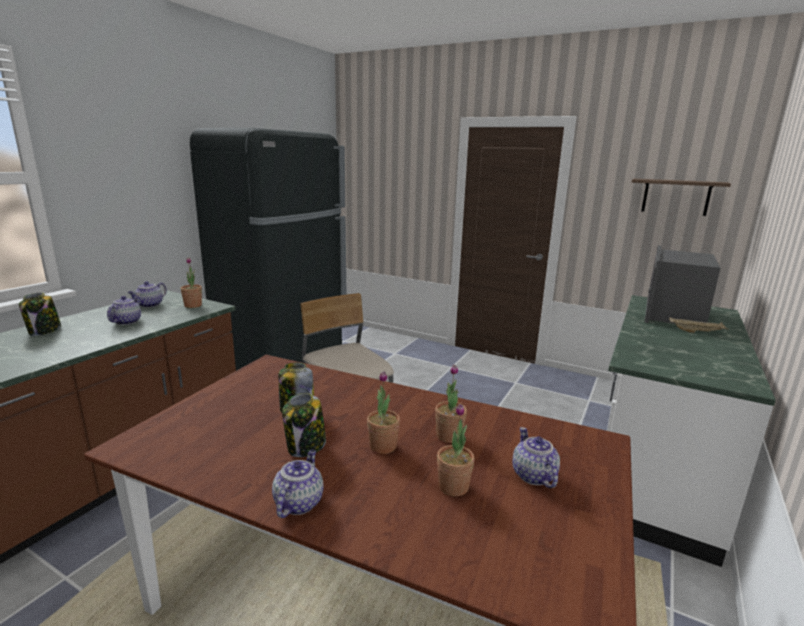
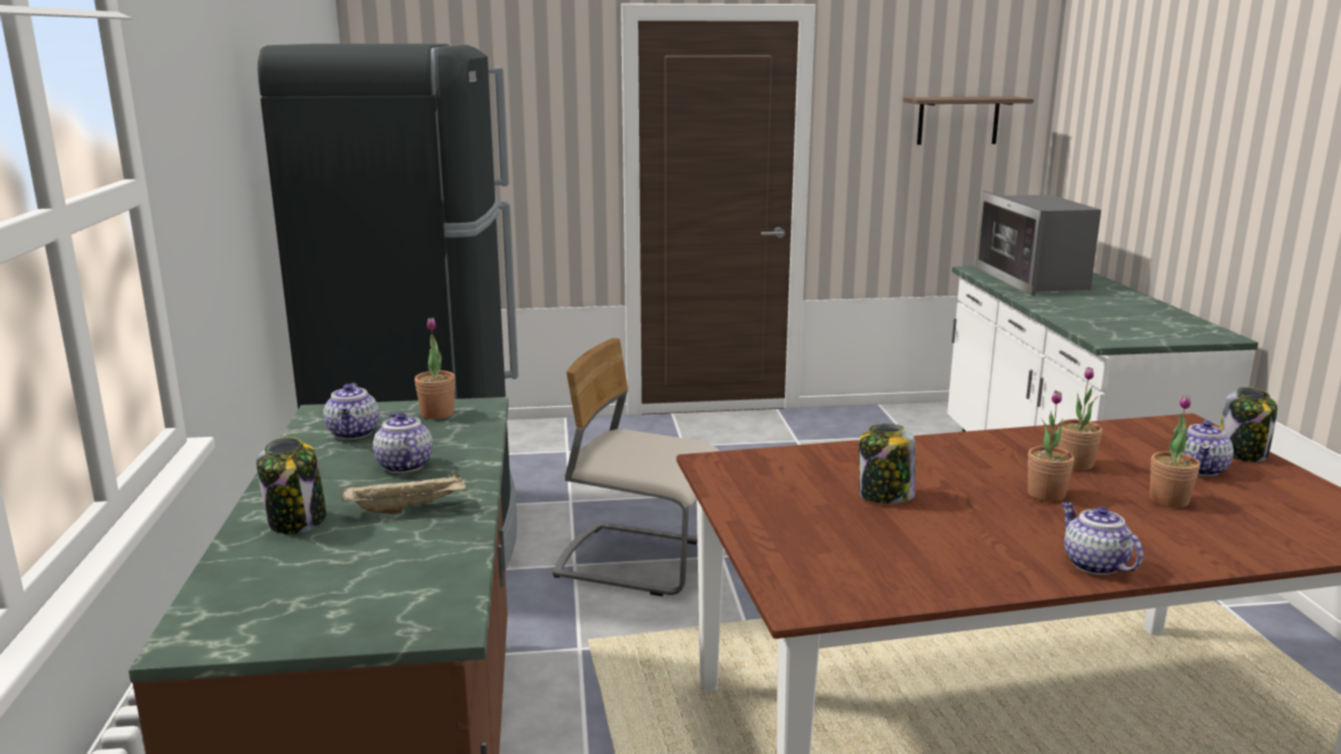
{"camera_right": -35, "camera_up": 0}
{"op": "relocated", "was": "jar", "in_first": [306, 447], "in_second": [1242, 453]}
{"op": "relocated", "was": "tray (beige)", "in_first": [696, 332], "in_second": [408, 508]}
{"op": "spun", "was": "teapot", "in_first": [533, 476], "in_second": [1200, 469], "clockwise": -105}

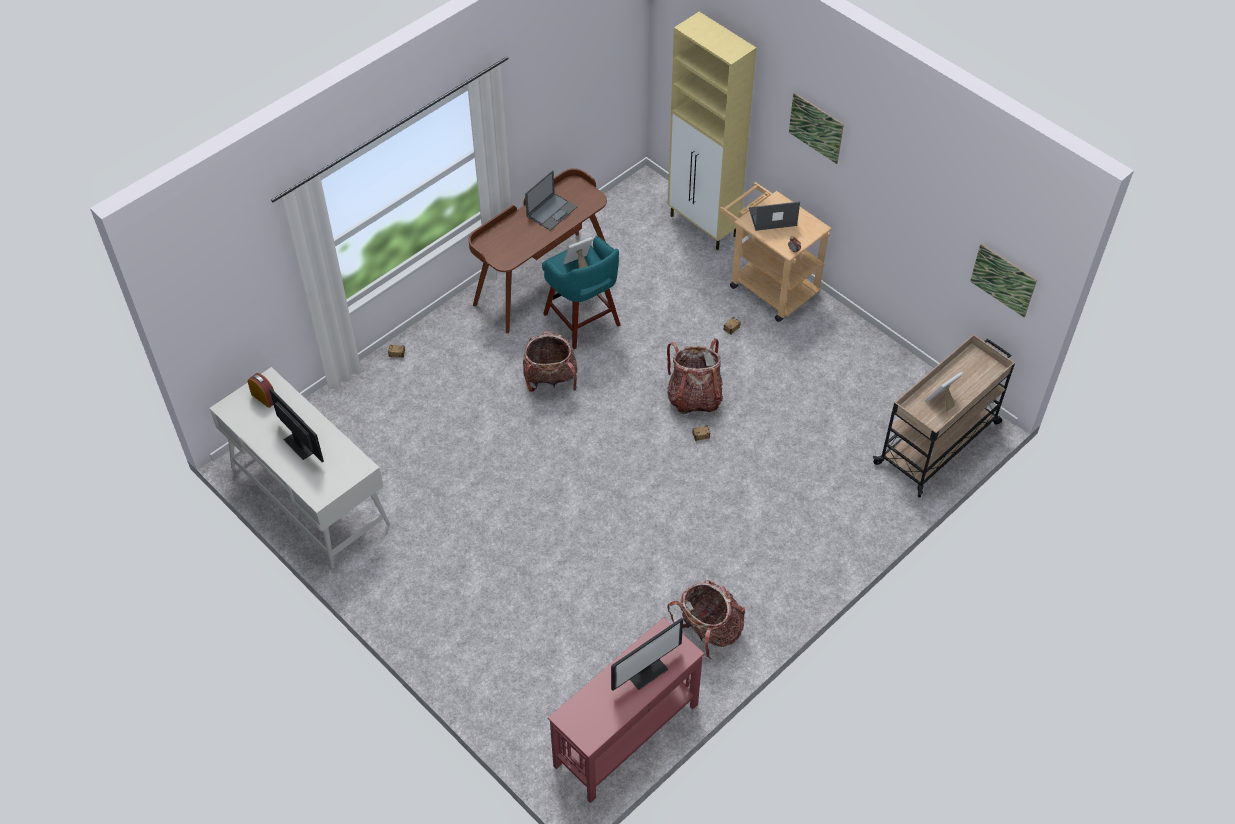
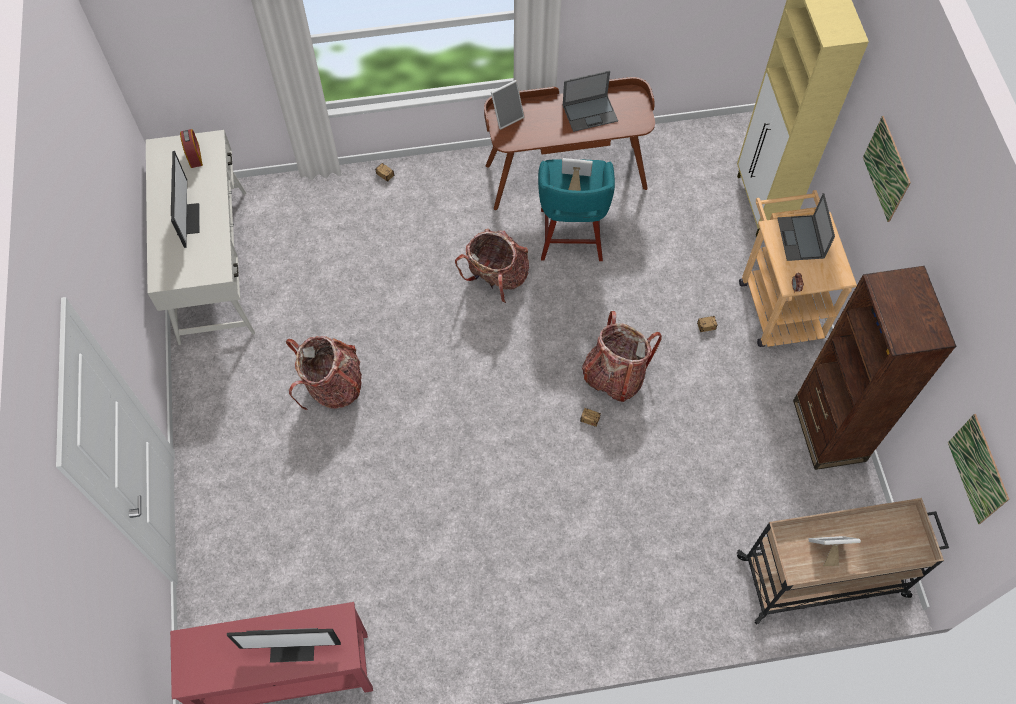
{"camera_right": 35, "camera_up": 10}
{"op": "appeared", "now": "picture frame", "in_second": [507, 116]}
{"op": "appeared", "now": "bookcase (brown)", "in_second": [828, 431]}
{"op": "relocated", "was": "backpack", "in_first": [709, 631], "in_second": [332, 386]}
{"op": "spun", "was": "laptop", "in_first": [772, 217], "in_second": [801, 239], "clockwise": -120}

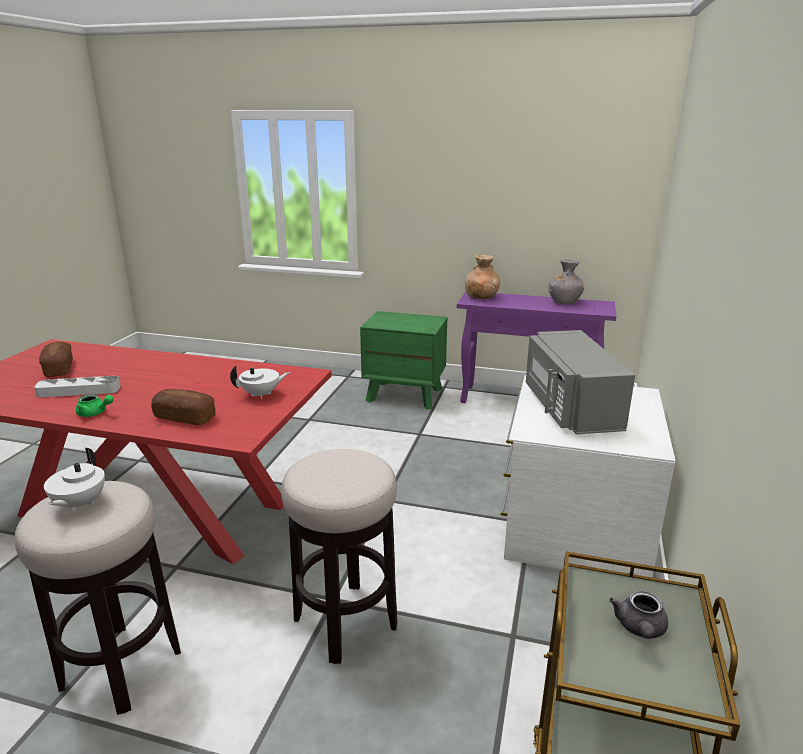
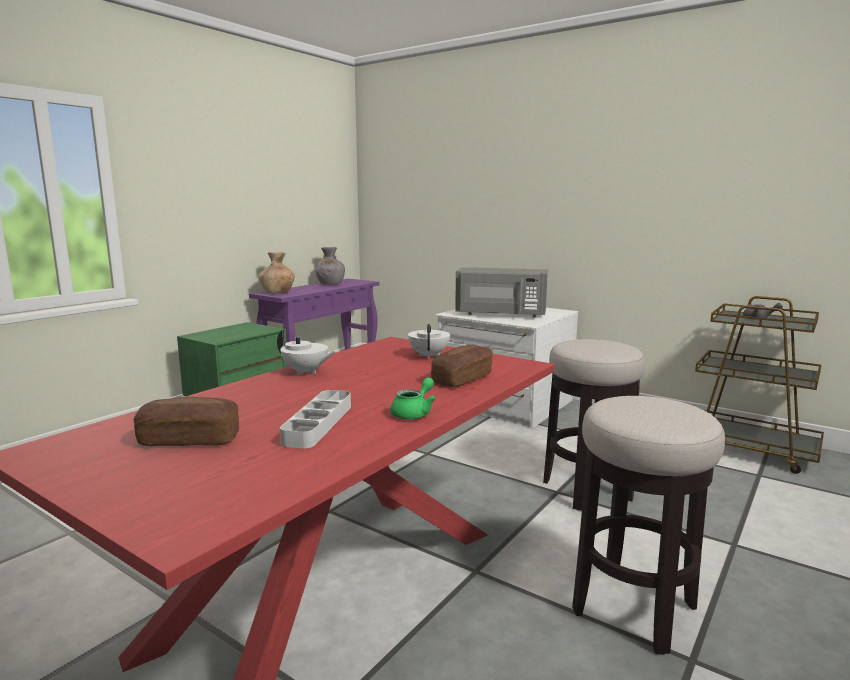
{"camera_right": -70, "camera_up": -10}
{"op": "relocated", "was": "teapot (white)", "in_first": [79, 504], "in_second": [305, 372]}

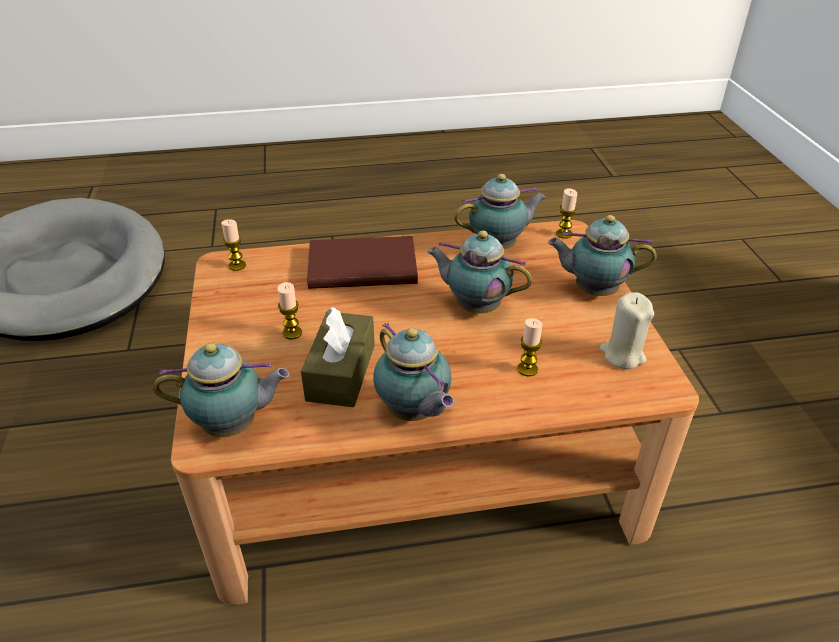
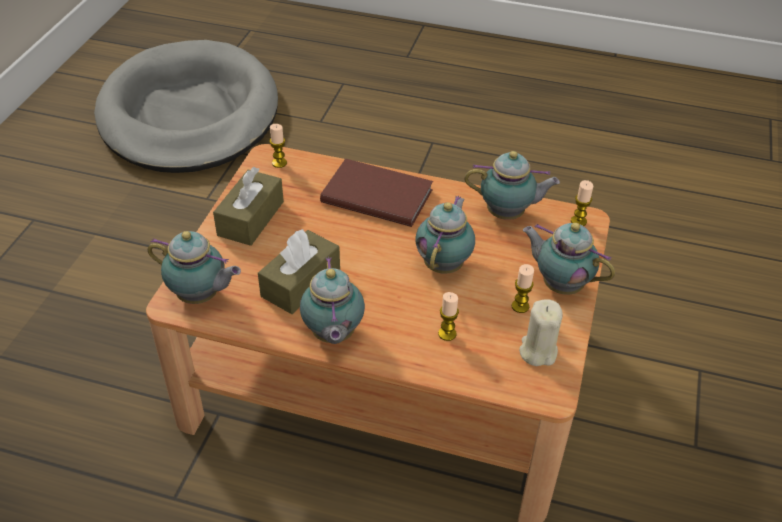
{"camera_right": 25, "camera_up": 5}
{"op": "appeared", "now": "tissue box (brown)", "in_second": [251, 218]}
{"op": "relocated", "was": "candle", "in_first": [292, 333], "in_second": [520, 306]}
{"op": "spun", "was": "teapot", "in_first": [475, 306], "in_second": [444, 264], "clockwise": 60}

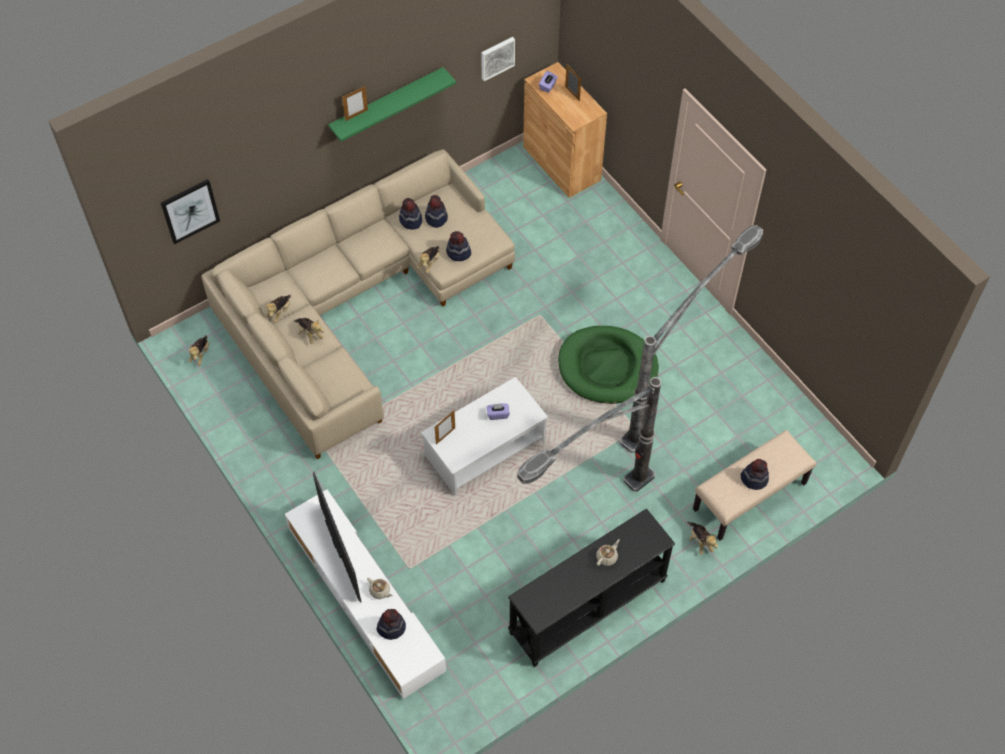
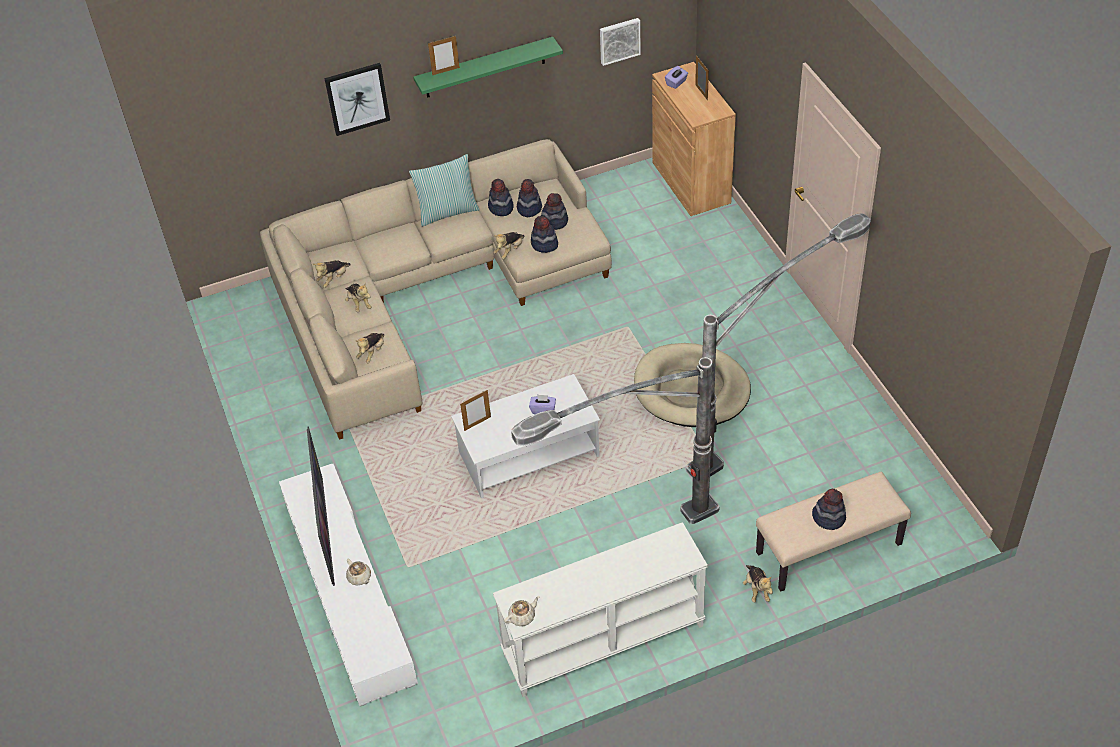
{"camera_right": 15, "camera_up": -10}
{"op": "appeared", "now": "pillow", "in_second": [447, 212]}
{"op": "relocated", "was": "picture", "in_first": [190, 211], "in_second": [357, 98]}
{"op": "relocated", "was": "plush toy", "in_first": [200, 354], "in_second": [372, 353]}
{"op": "relocated", "was": "hat", "in_first": [391, 627], "in_second": [554, 221]}
{"op": "relocated", "was": "teapot (beige)", "in_first": [607, 557], "in_second": [522, 616]}
{"op": "colour", "was": "console table (black)", "now": "console table (white)", "in_first": [588, 608], "in_second": [603, 641]}
{"op": "colour", "was": "dog bed (green)", "now": "dog bed (beige)", "in_first": [607, 367], "in_second": [691, 389]}

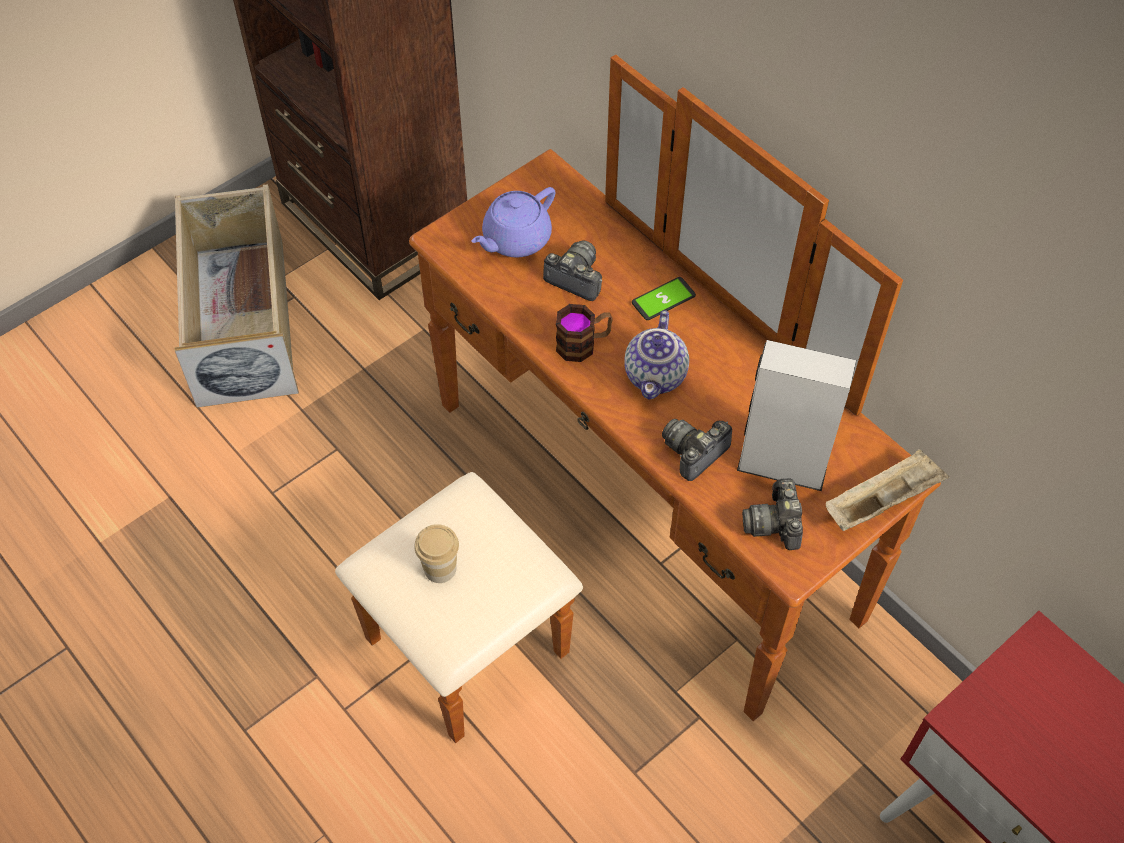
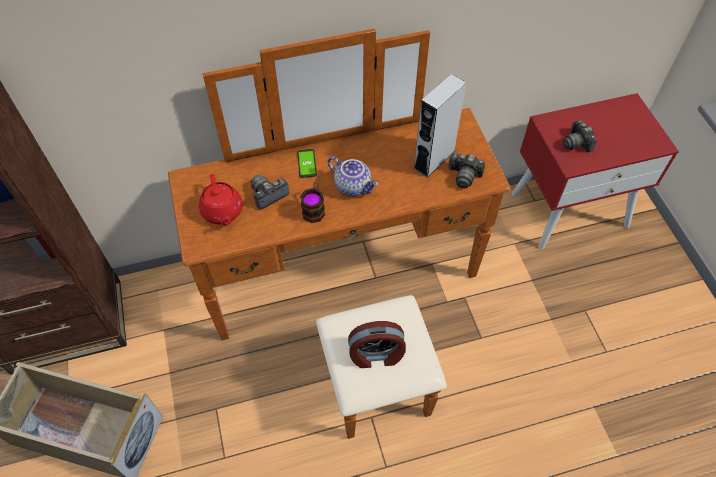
{"camera_right": -65, "camera_up": 0}
{"op": "missing", "was": "tray (beige)", "in_first": [882, 501]}
{"op": "relocated", "was": "photo camera", "in_first": [695, 452], "in_second": [577, 143]}
{"op": "exchanged", "was": "cup", "now": "alarm clock", "in_first": [440, 568], "in_second": [376, 355]}
{"op": "colour", "was": "teapot (purple)", "now": "teapot (red)", "in_first": [515, 239], "in_second": [222, 212]}

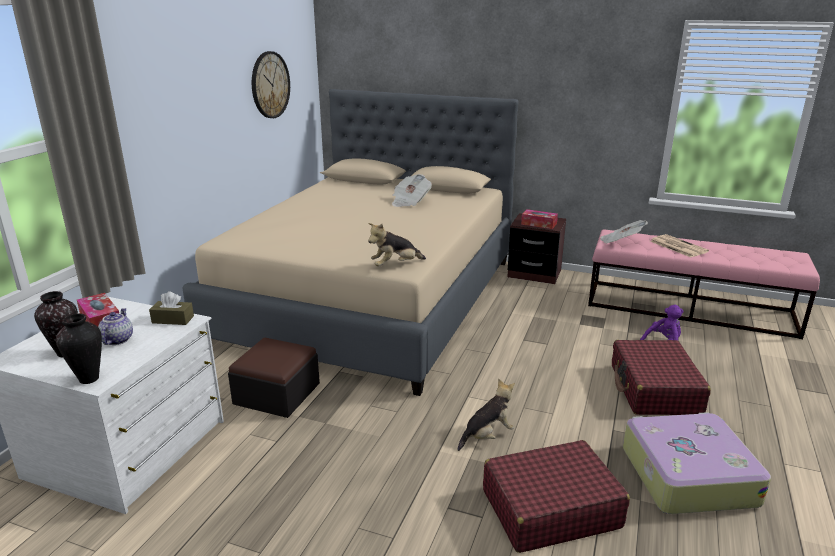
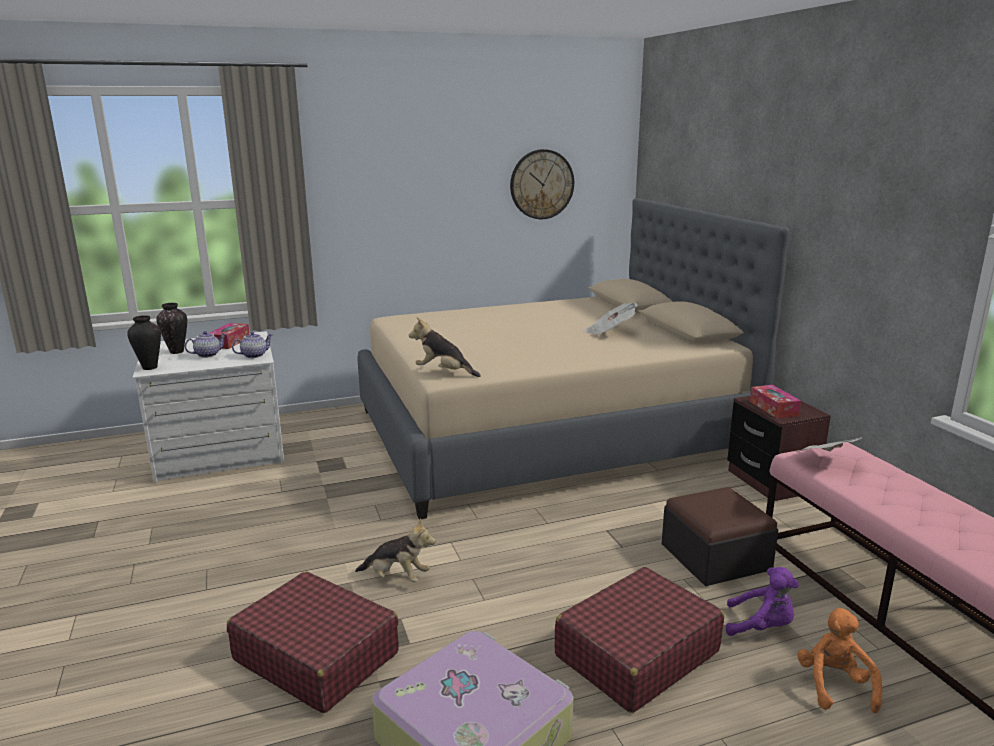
{"camera_right": 50, "camera_up": -5}
{"op": "missing", "was": "newspaper", "in_first": [677, 246]}
{"op": "appeared", "now": "plush toy (orange)", "in_second": [834, 685]}
{"op": "relocated", "was": "ottoman", "in_first": [277, 394], "in_second": [715, 557]}
{"op": "exchanged", "was": "tissue box (brown)", "now": "teapot", "in_first": [173, 319], "in_second": [254, 355]}

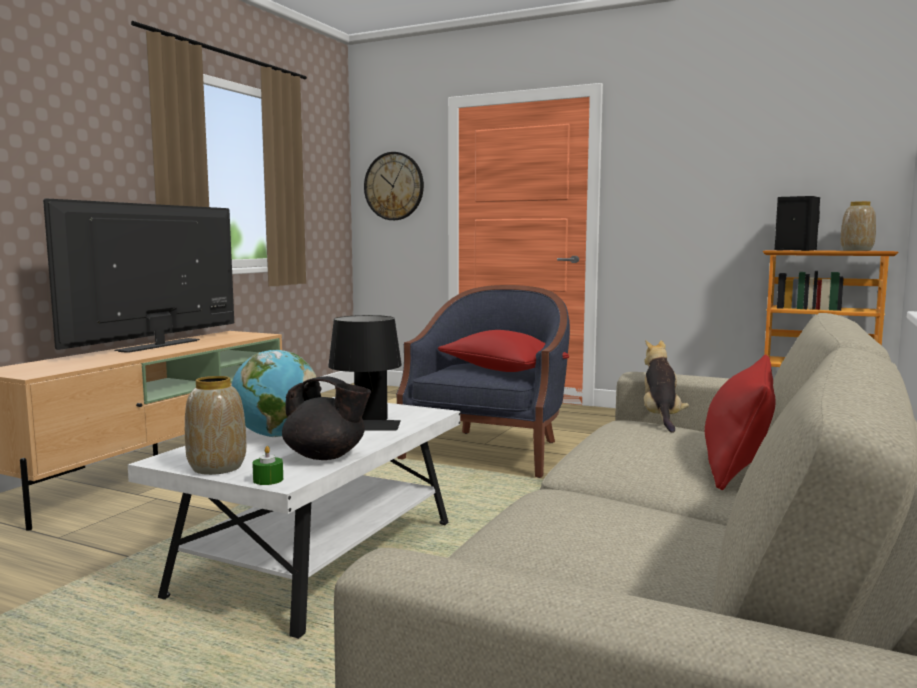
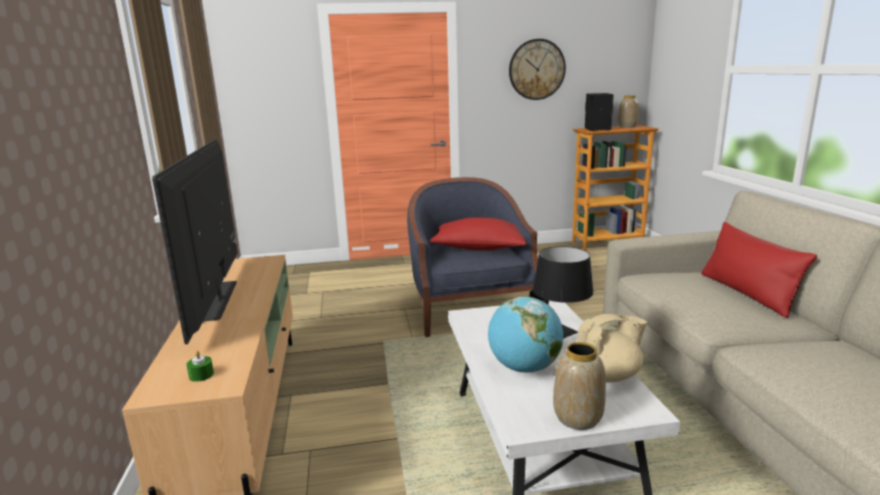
{"camera_right": -35, "camera_up": 10}
{"op": "missing", "was": "plush toy", "in_first": [661, 419]}
{"op": "relocated", "was": "candle (green)", "in_first": [268, 480], "in_second": [201, 375]}
{"op": "relocated", "was": "wall clock", "in_first": [394, 186], "in_second": [536, 69]}
{"op": "colour", "was": "teapot (black)", "now": "teapot (beige)", "in_first": [326, 456], "in_second": [608, 375]}

